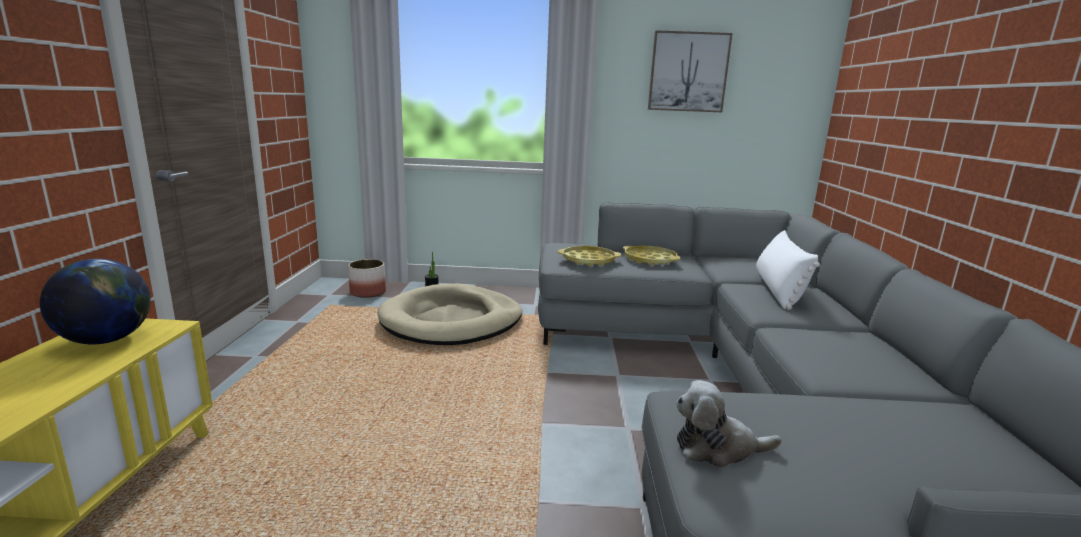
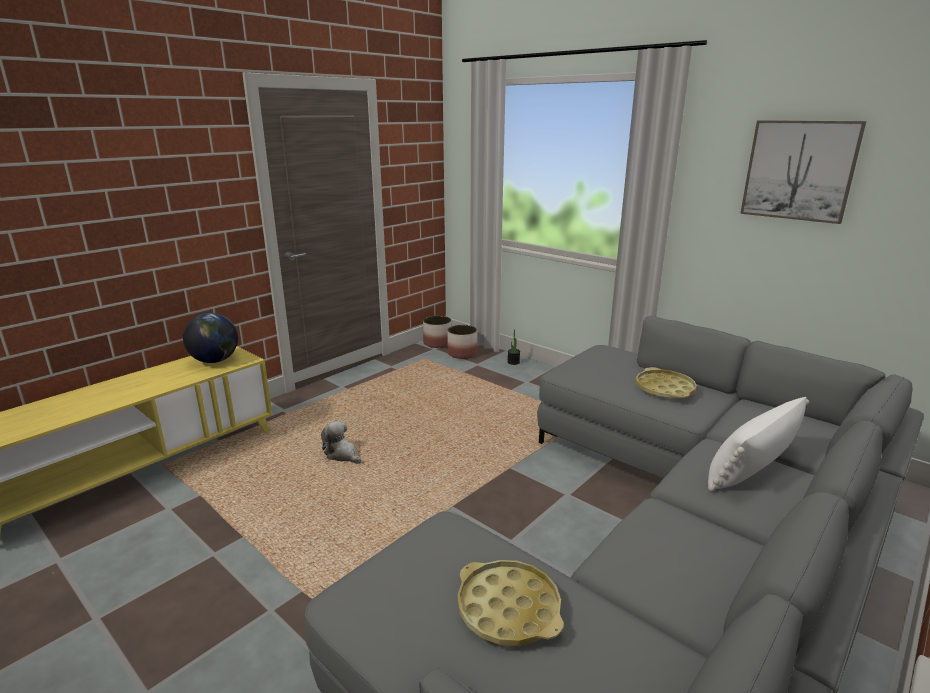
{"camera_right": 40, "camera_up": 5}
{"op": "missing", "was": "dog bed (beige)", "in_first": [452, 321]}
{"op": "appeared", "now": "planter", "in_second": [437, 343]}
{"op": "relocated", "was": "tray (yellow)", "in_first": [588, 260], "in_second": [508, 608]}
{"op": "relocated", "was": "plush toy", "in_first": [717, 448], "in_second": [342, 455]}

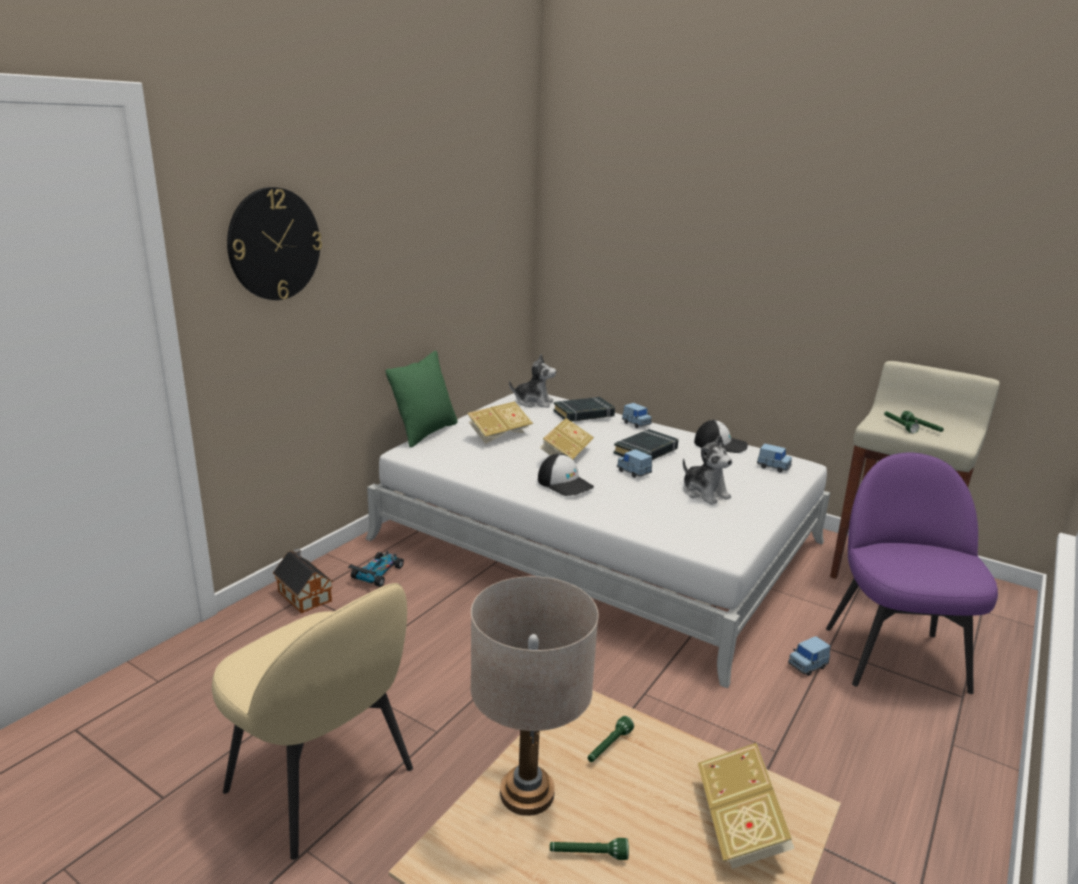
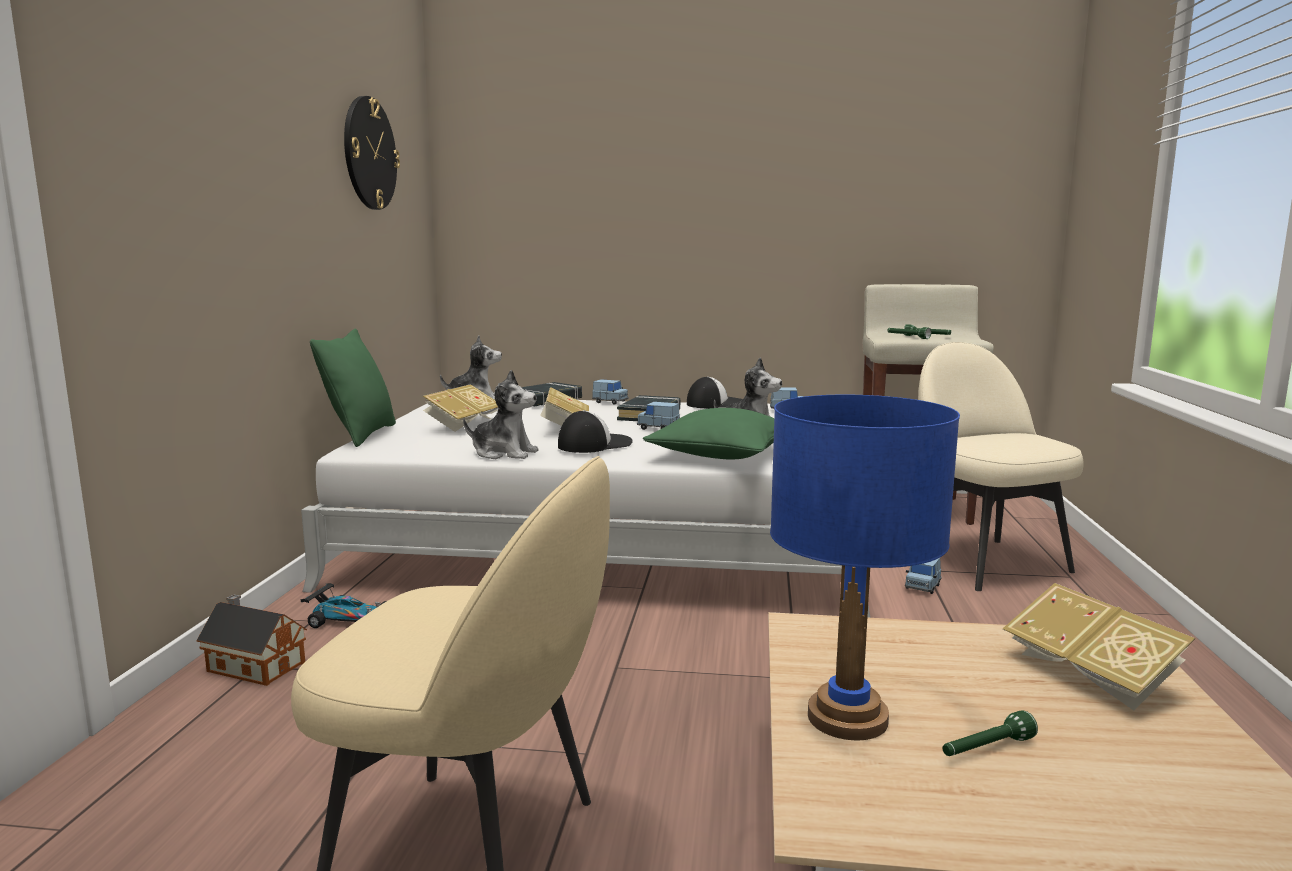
{"camera_right": -25, "camera_up": -10}
{"op": "missing", "was": "flashlight (green)", "in_first": [608, 747]}
{"op": "appeared", "now": "plush toy", "in_second": [504, 453]}
{"op": "appeared", "now": "pillow (green)", "in_second": [720, 454]}
{"op": "relocated", "was": "wall clock", "in_first": [274, 244], "in_second": [369, 153]}
{"op": "colour", "was": "table lamp (beige)", "now": "table lamp (blue)", "in_first": [526, 793], "in_second": [847, 718]}
{"op": "colour", "was": "chair (purple)", "now": "chair (beige)", "in_first": [893, 656], "in_second": [984, 562]}
{"op": "spun", "was": "toy car", "in_first": [377, 573], "in_second": [351, 620], "clockwise": 105}
{"op": "spun", "was": "cap", "in_first": [565, 483], "in_second": [594, 445], "clockwise": -60}

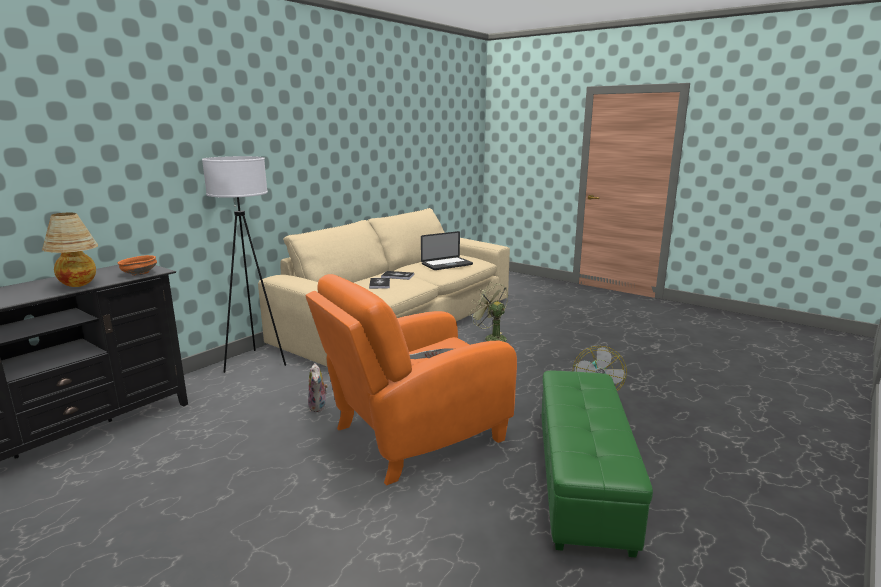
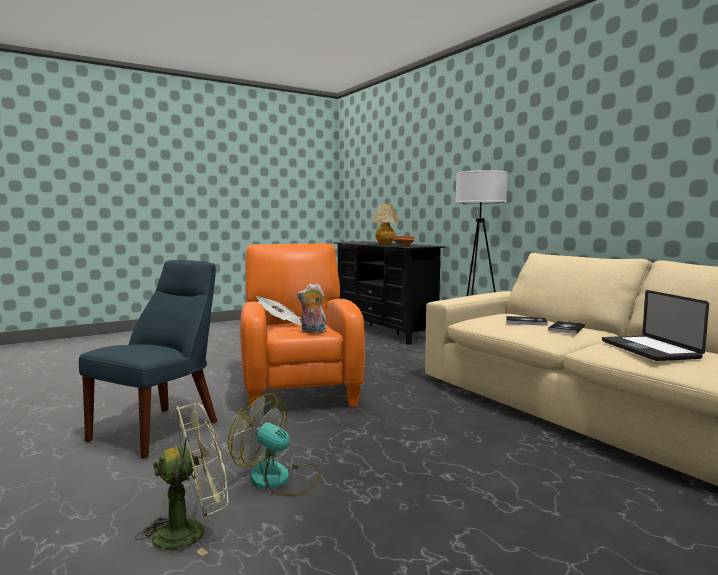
{"camera_right": 110, "camera_up": -10}
{"op": "relocated", "was": "plush toy", "in_first": [319, 407], "in_second": [312, 332]}
{"op": "relocated", "was": "fan (green)", "in_first": [491, 338], "in_second": [191, 531]}
{"op": "exchanged", "was": "ottoman (green)", "now": "chair (blue)", "in_first": [581, 479], "in_second": [160, 429]}

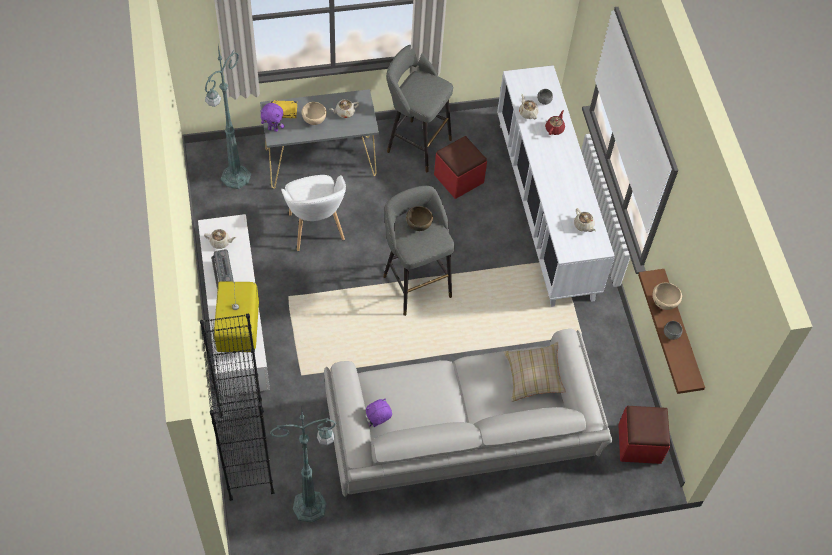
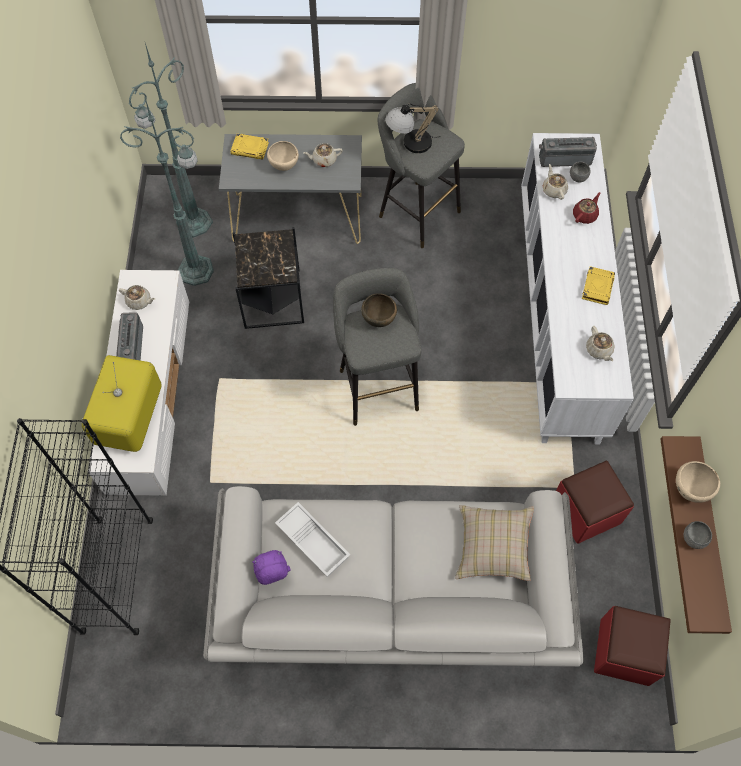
{"camera_right": 15, "camera_up": 5}
{"op": "missing", "was": "plush toy (purple)", "in_first": [273, 129]}
{"op": "appeared", "now": "tray (white)", "in_second": [314, 541]}
{"op": "appeared", "now": "table lamp", "in_second": [409, 144]}
{"op": "appeared", "now": "radio", "in_second": [564, 158]}
{"op": "appeared", "now": "book (yellow)", "in_second": [597, 287]}
{"op": "relocated", "was": "floor lamp (green)", "in_first": [311, 506], "in_second": [198, 271]}
{"op": "relocated", "was": "ottoman (red)", "in_first": [459, 178], "in_second": [586, 511]}
{"op": "exchanged", "was": "armchair (white)", "now": "side table (black)", "in_first": [315, 229], "in_second": [272, 299]}

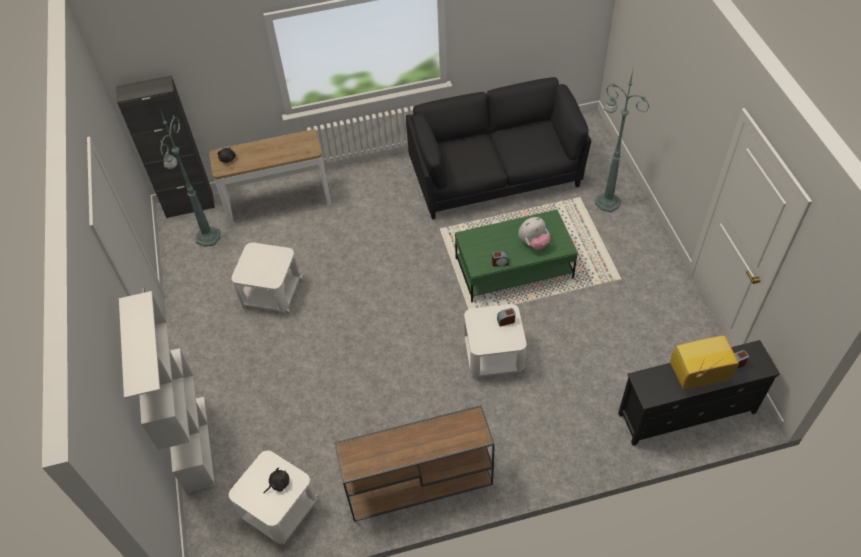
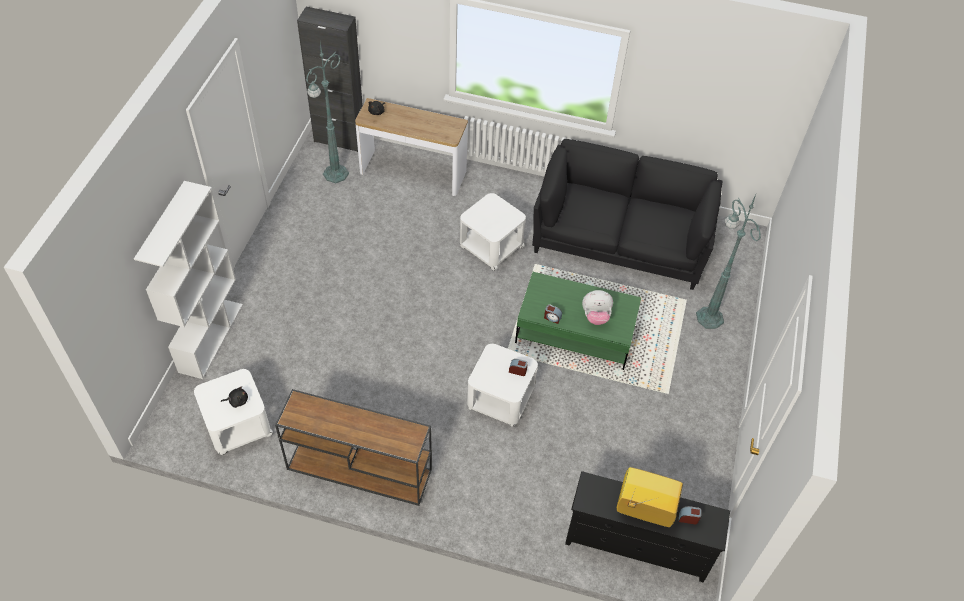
{"camera_right": 25, "camera_up": 0}
{"op": "relocated", "was": "side table (white)", "in_first": [271, 292], "in_second": [491, 246]}

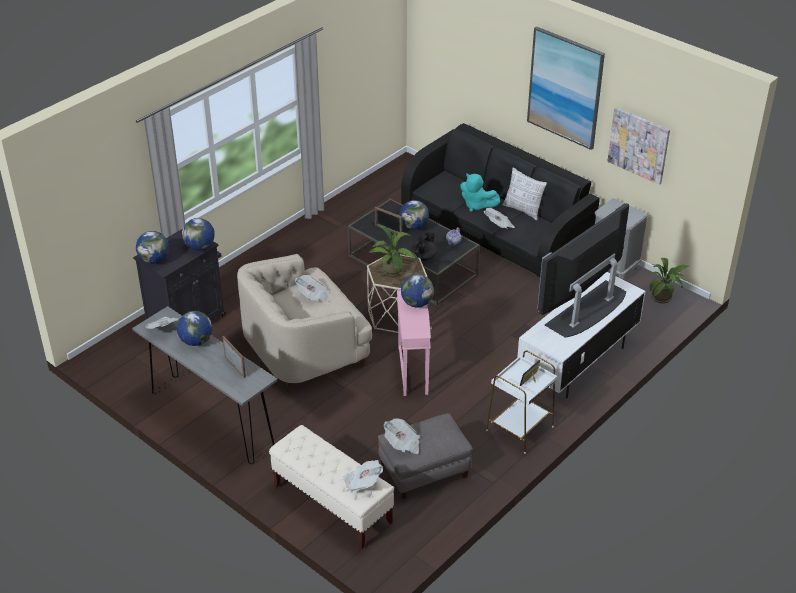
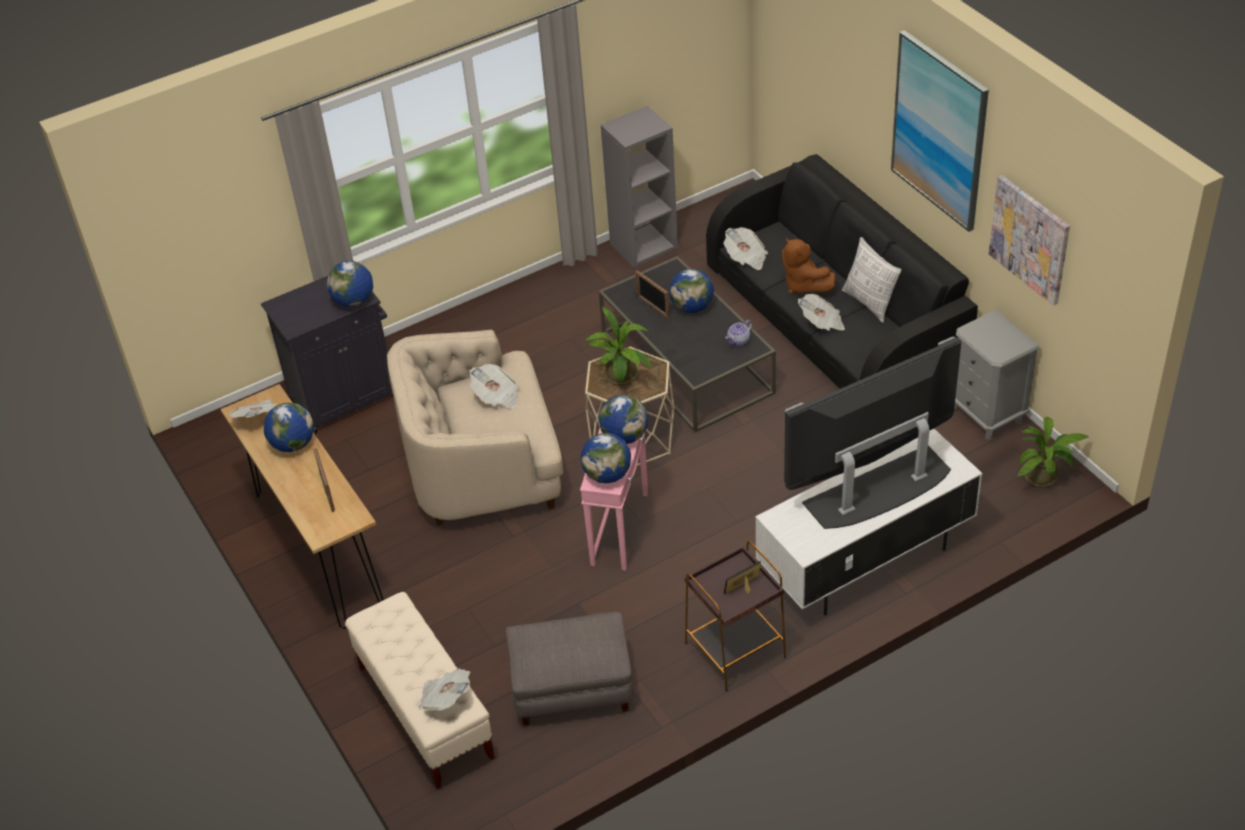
{"camera_right": 20, "camera_up": 5}
{"op": "missing", "was": "teapot (black)", "in_first": [424, 257]}
{"op": "appeared", "now": "bookcase (grey)", "in_second": [644, 245]}
{"op": "relocated", "was": "globe", "in_first": [154, 260], "in_second": [607, 475]}
{"op": "relocated", "was": "newspaper", "in_first": [402, 444], "in_second": [746, 258]}
{"op": "colour", "was": "console table (grey)", "now": "console table (brown)", "in_first": [212, 419], "in_second": [319, 550]}
{"op": "colour", "was": "plush toy (turquoise)", "now": "plush toy (brown)", "in_first": [477, 205], "in_second": [803, 285]}
{"op": "colour", "was": "side table (white)", "now": "side table (brown)", "in_first": [519, 428], "in_second": [734, 650]}

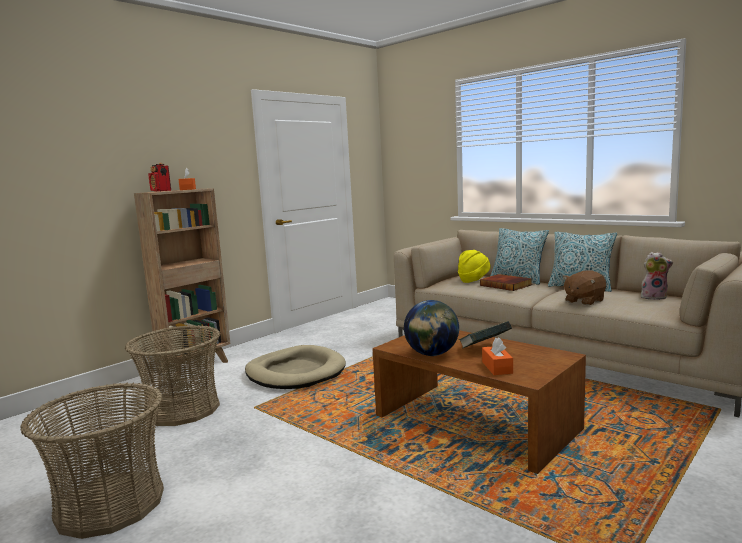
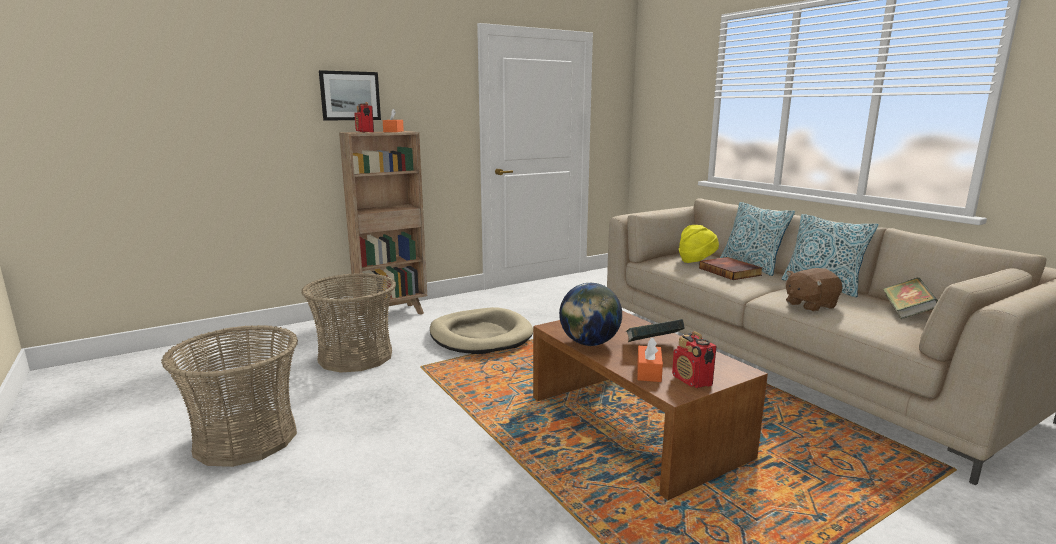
{"camera_right": 15, "camera_up": 5}
{"op": "appeared", "now": "picture", "in_second": [350, 96]}
{"op": "appeared", "now": "radio", "in_second": [692, 381]}
{"op": "exchanged", "was": "plush toy", "now": "book", "in_first": [654, 297], "in_second": [906, 313]}

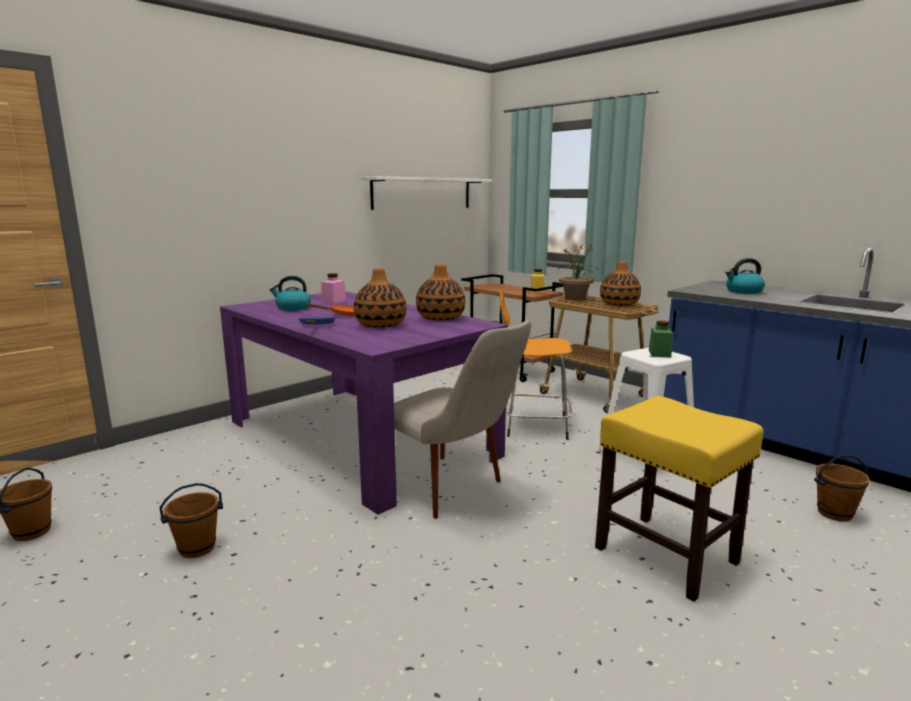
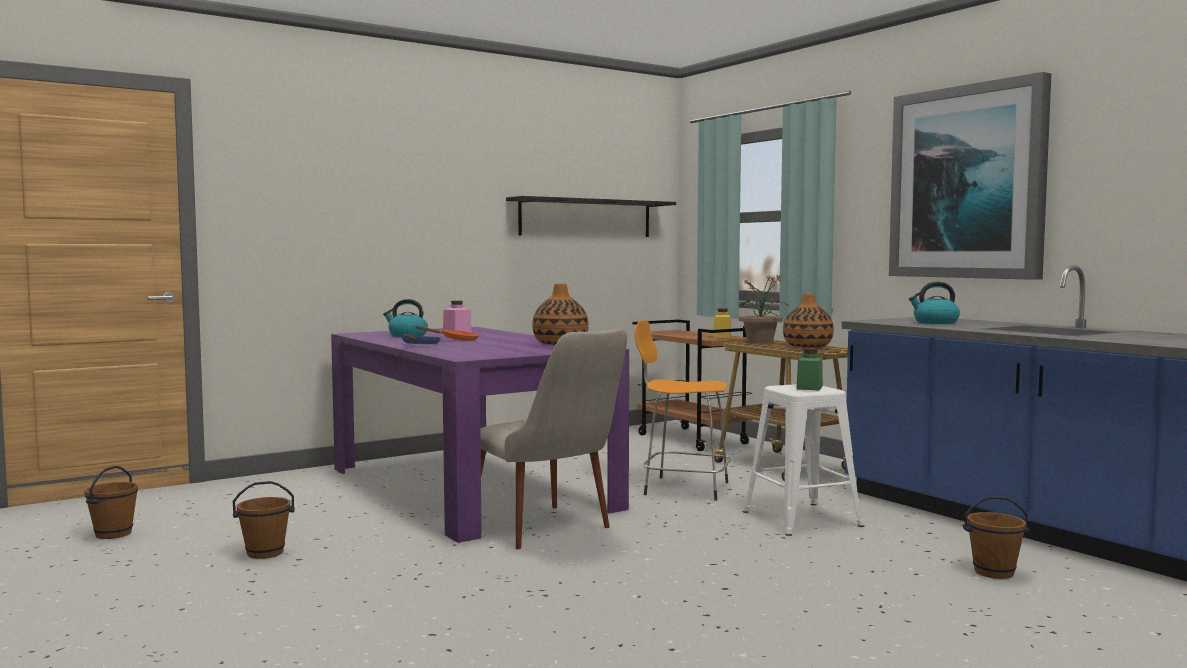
{"camera_right": 10, "camera_up": -10}
{"op": "missing", "was": "vase", "in_first": [381, 325]}
{"op": "missing", "was": "stool (yellow)", "in_first": [667, 555]}
{"op": "appeared", "now": "picture", "in_second": [968, 182]}
{"op": "colour", "was": "shelf (white)", "now": "shelf (black)", "in_first": [422, 193], "in_second": [586, 218]}

